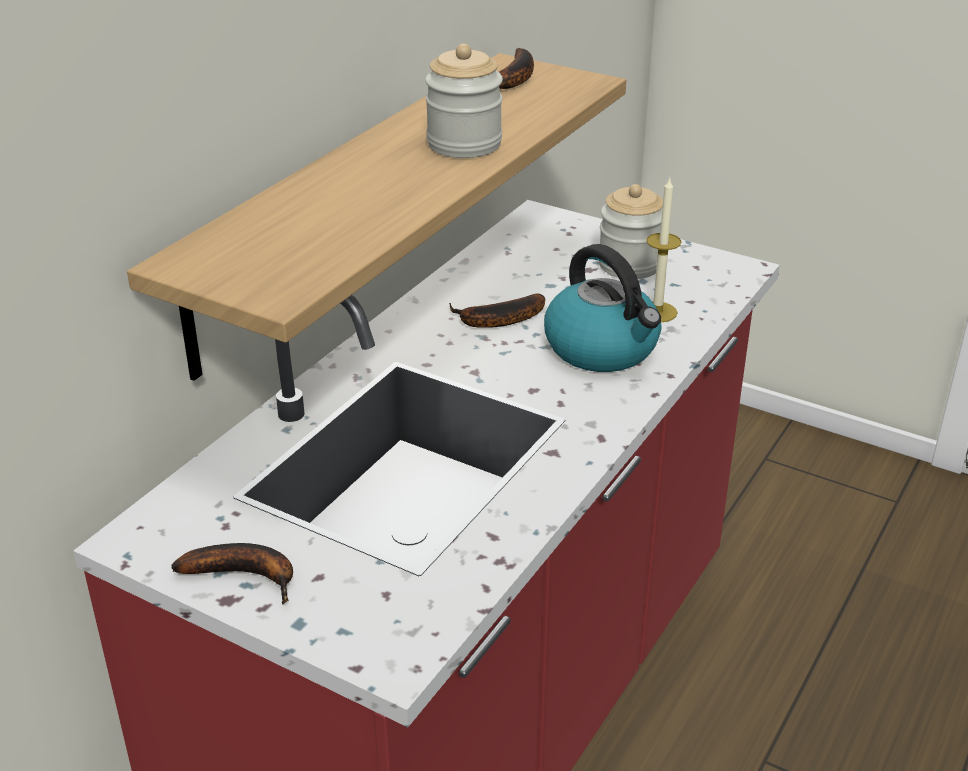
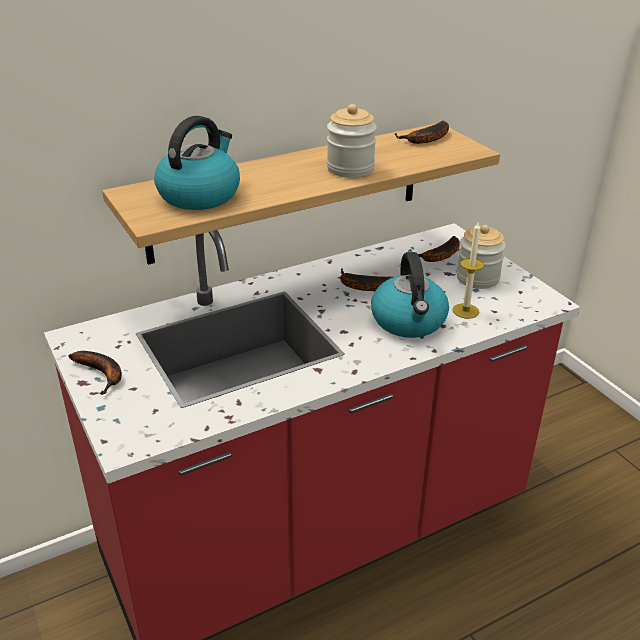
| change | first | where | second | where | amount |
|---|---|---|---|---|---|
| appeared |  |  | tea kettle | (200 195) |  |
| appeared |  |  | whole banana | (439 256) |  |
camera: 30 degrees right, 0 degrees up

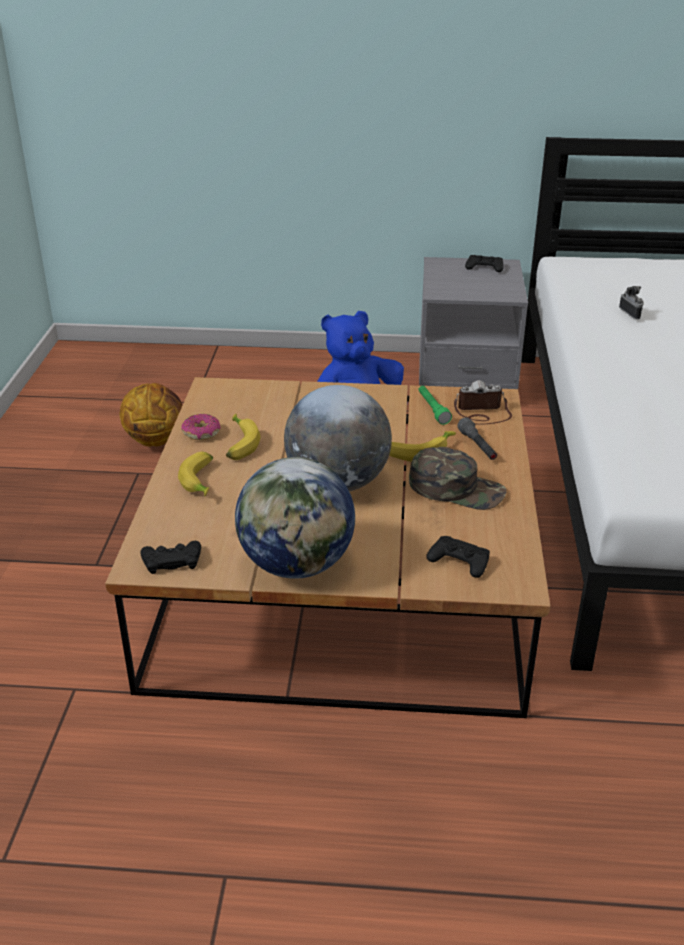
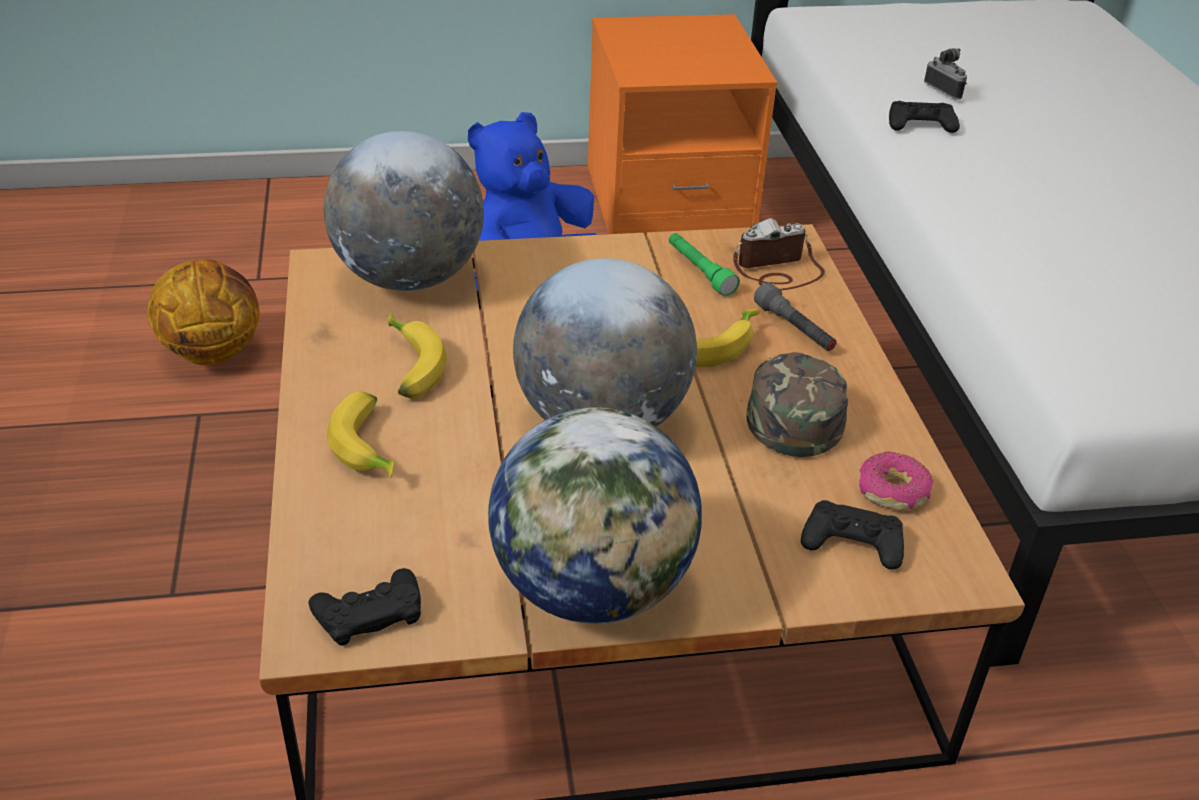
| change | first | where | second | where | amount |
|---|---|---|---|---|---|
| relocated | joypad/black | (484 268) |  | (920 124) |  |
| colour | nightstand/grey | (465 379) | nightstand/orange | (668 203) |  |
| relocated | donut | (201 433) |  | (893 491) |  |
| spun | cap/green-coloured | (456 488) |  | (793 407) | 90 degrees counterclockwise |
| appeared |  |  | globe | (408 278) |  |
camera: 15 degrees left, 5 degrees up

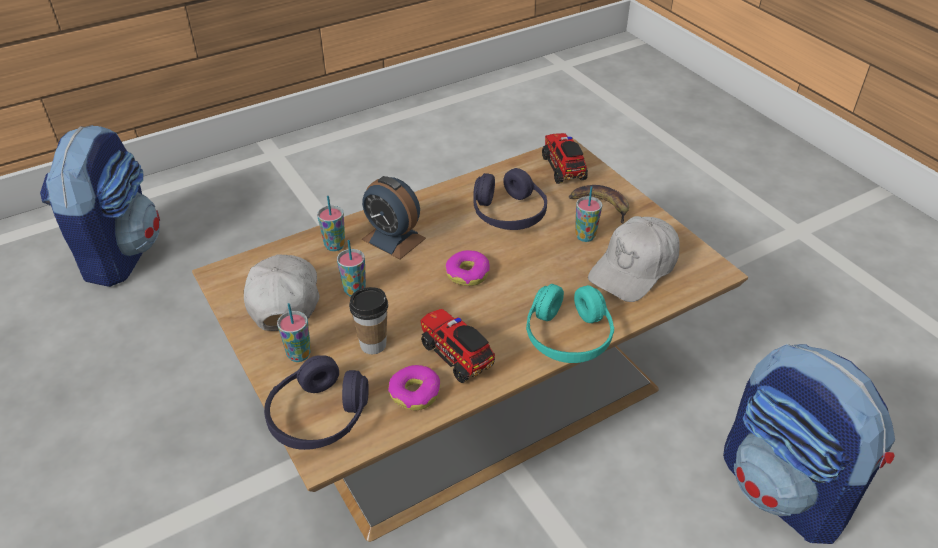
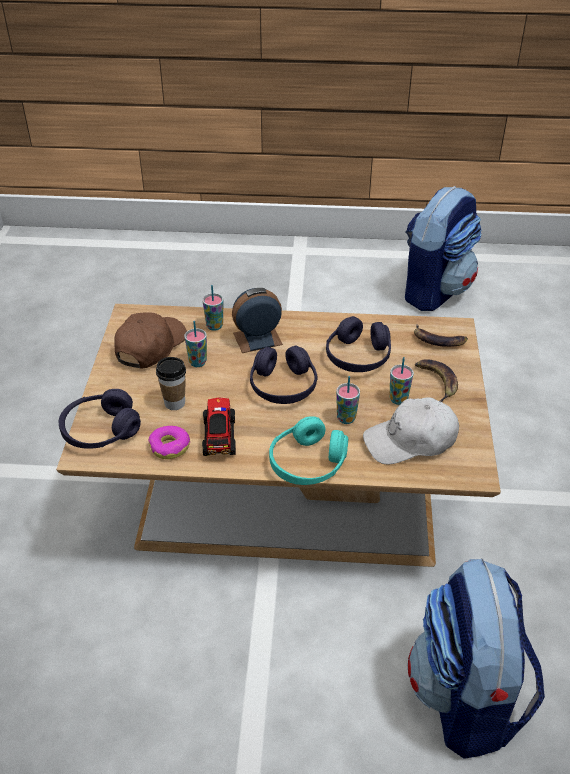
| change | first | where | second | where | amount |
|---|---|---|---|---|---|
| relocated | backpack | (119 253) |  | (434 290) |  |
| exchanged | toy truck | (563 167) | whole banana | (438 340) |  |
| spun | table clock | (393 239) |  | (257 339) | 90 degrees clockwise |
| exchanged | donut | (468 273) | pair of headphones/purple-coloured | (283 386) |  |
| colour | cap/whitish | (283 298) | cap/brown | (150 346) |  |
| relocated | drinking cup | (299 354) |  | (346 418) |  |
camera: 35 degrees right, 0 degrees up

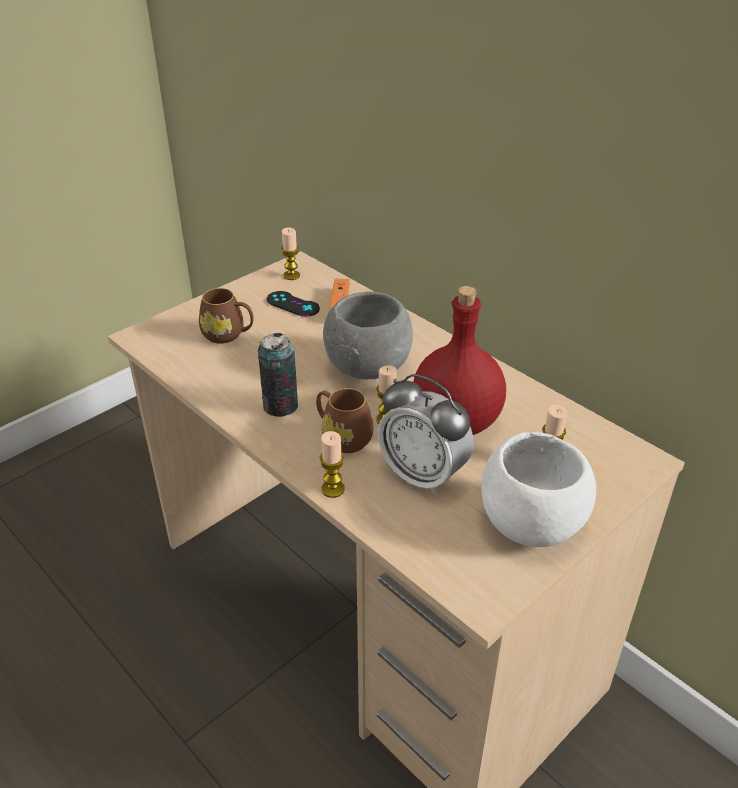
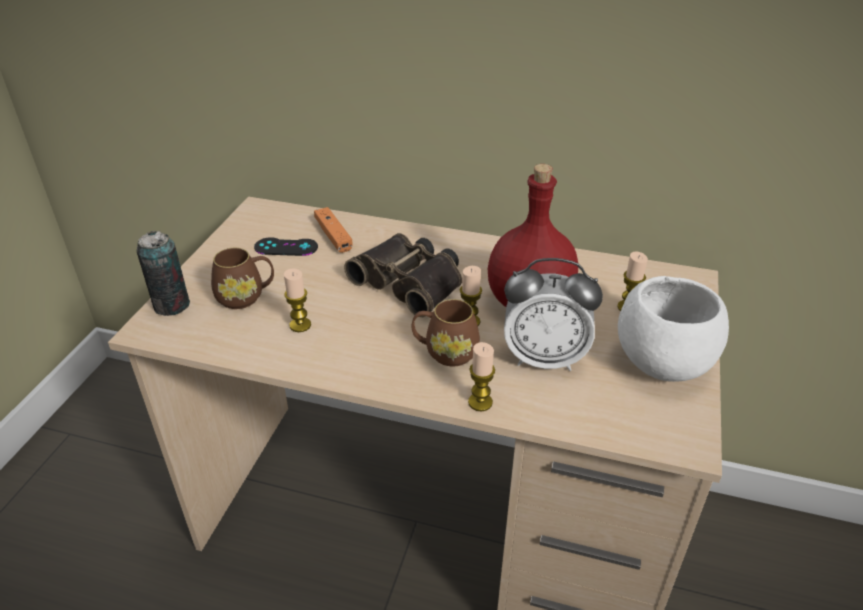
| change | first | where | second | where | amount |
|---|---|---|---|---|---|
| relocated | wax candle | (291 275) |  | (300 325) |  |
| exchanged | bowl/grey | (369 367) | field glasses | (411 281) |  |
| relocated | metal can | (280 406) |  | (172 305) |  |
camera: 30 degrees left, 0 degrees up

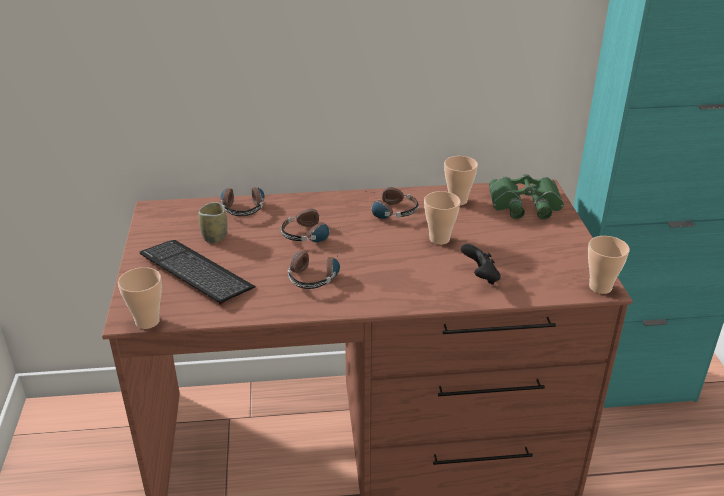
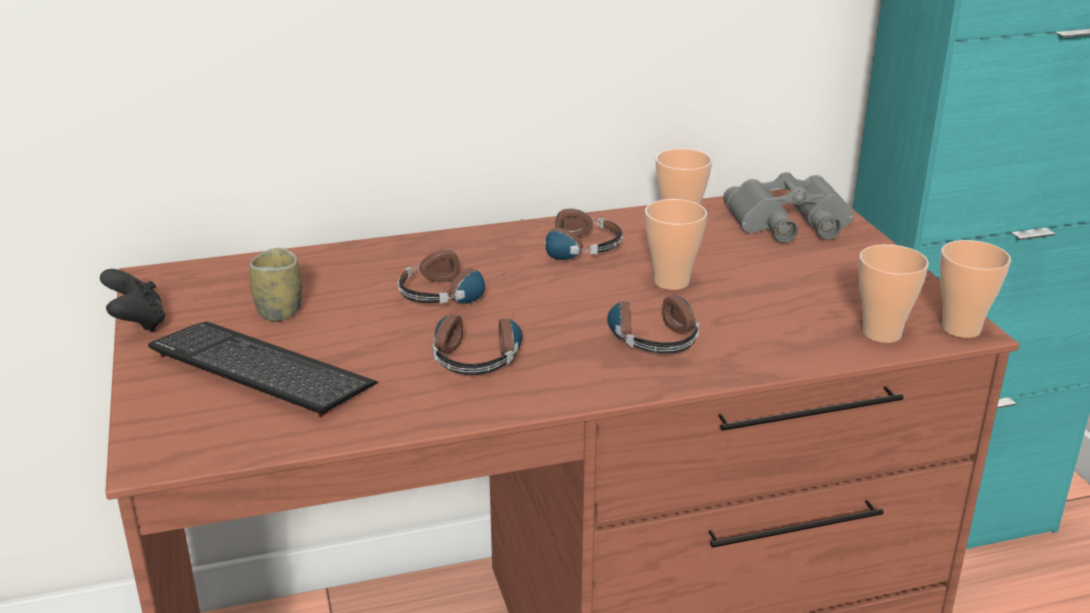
| change | first | where | second | where | amount |
|---|---|---|---|---|---|
| colour | field glasses/green-coloured | (525 204) | field glasses/grey | (790 222) |  |
| relocated | pair of headphones | (243 205) |  | (650 333) |  |
| relocated | joypad/black | (480 277) |  | (137 323) |  |
| relocated | drinking cup | (147 321) |  | (882 333) |  |
camera: 10 degrees left, 5 degrees down

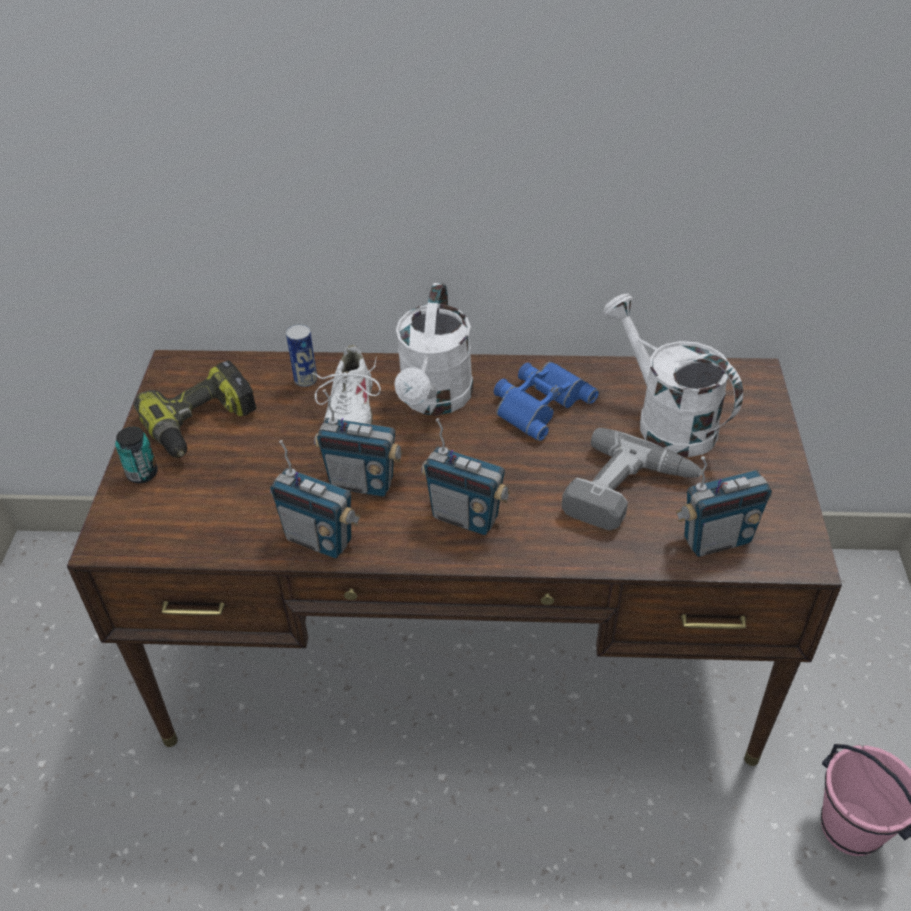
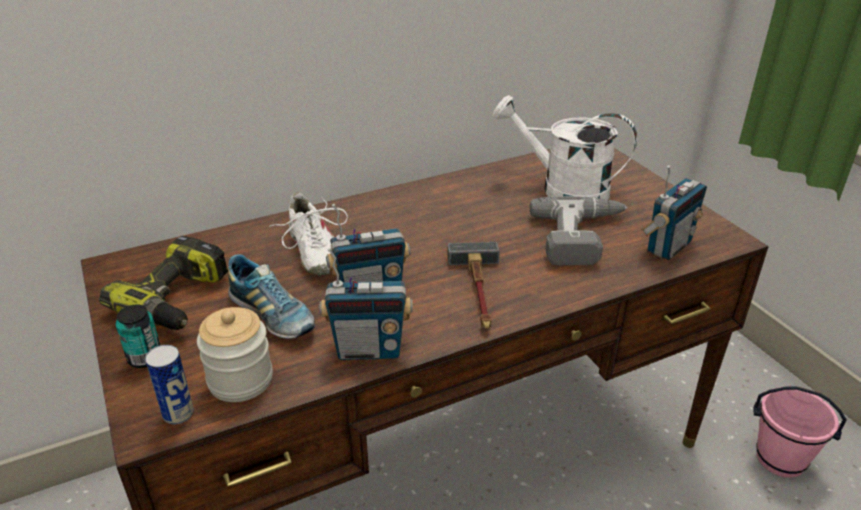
| change | first | where | second | where | amount |
|---|---|---|---|---|---|
| missing | watering pot/whitish | (434 400) |  |  |  |
| relocated | metal can | (305 380) |  | (178 414) |  |
| missing | field glasses/bluish | (539 403) |  |  |  |
| exchanged | radio | (465 517) | hammer | (478 292) |  |
| appeared |  |  | shoe | (272 315) |  |
| appeared |  |  | jar | (240 380) |  |
camera: 30 degrees left, 10 degrees down

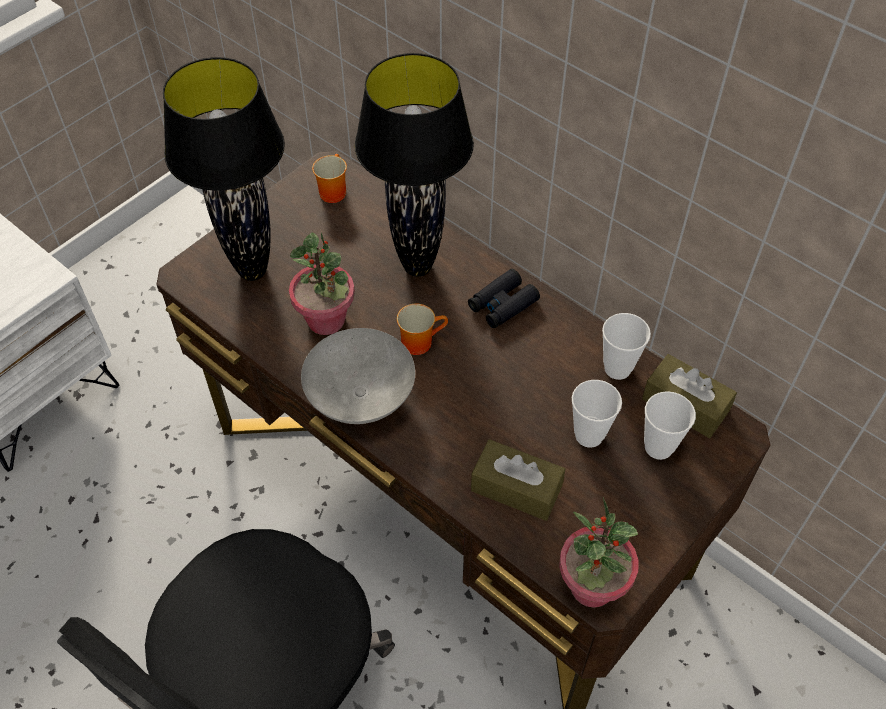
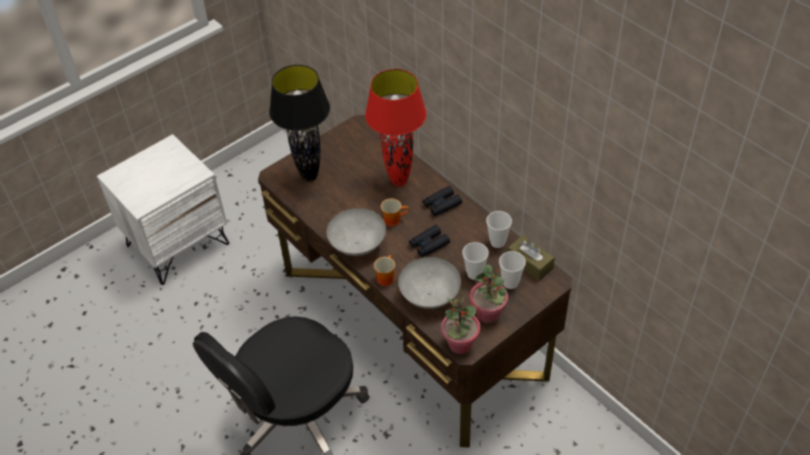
| change | first | where | second | where | amount |
|---|---|---|---|---|---|
| colour | lamp for a table/black | (418 267) | lamp for a table/red | (399 181) |  |
| relocated | coffee mug | (331 191) |  | (385 277) |  |
| relocated | potted plant | (326 320) |  | (488 314) |  |
| exchanged | tissue holder/brown | (516 488) | bowl/grey | (431 295) |  |
| appeared |  |  | field glasses/black | (429 244) |  |
camera: 10 degrees right, 5 degrees down

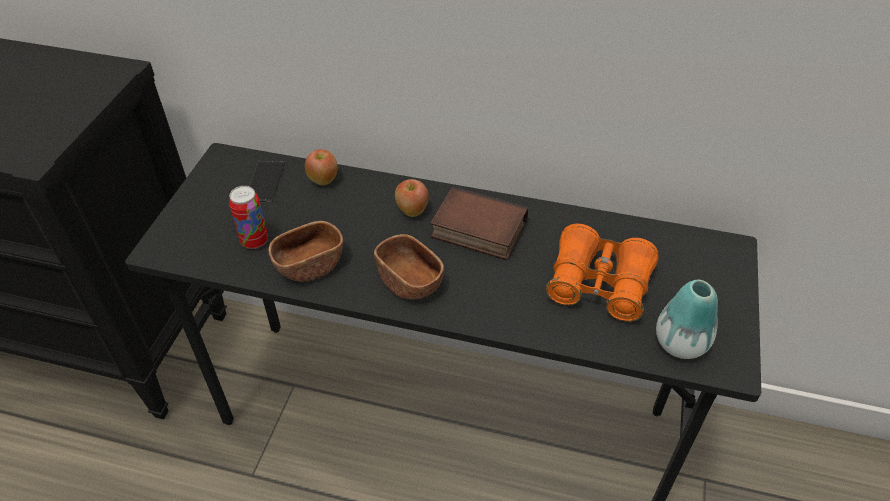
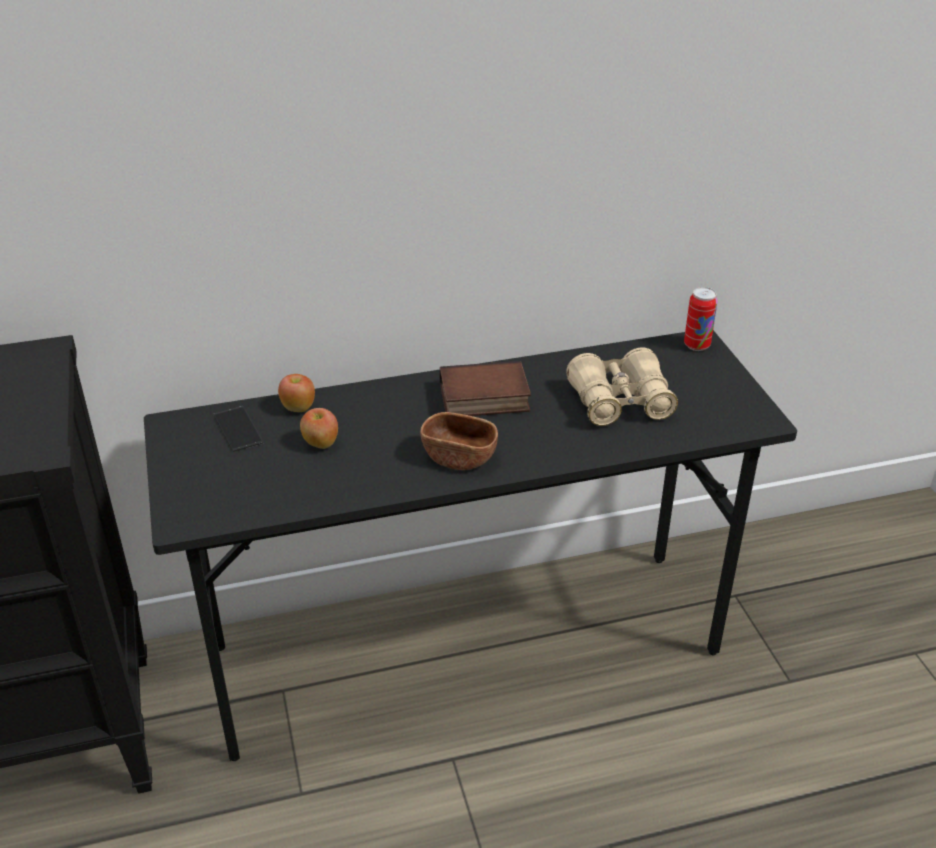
| change | first | where | second | where | amount |
|---|---|---|---|---|---|
| relocated | apple | (412 210) |  | (320 444) |  |
| relocated | metal can | (254 241) |  | (696 345) |  |
| missing | bowl/brown | (309 265) |  |  |  |
| colour | field glasses/orange | (598 284) | field glasses/sand-coloured | (620 402) |  |
| missing | vase | (680 343) |  |  |  |
camera: 30 degrees left, 10 degrees down

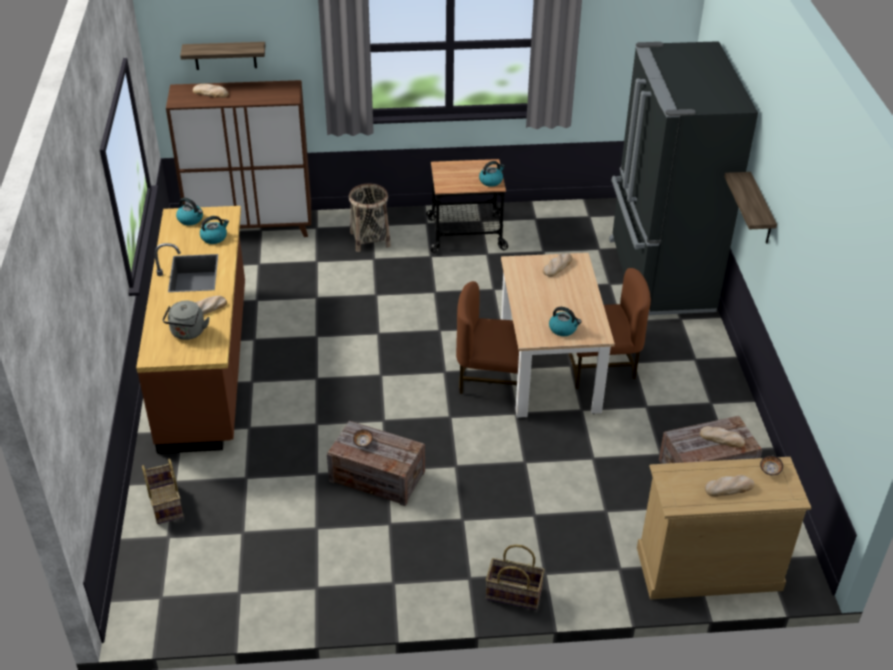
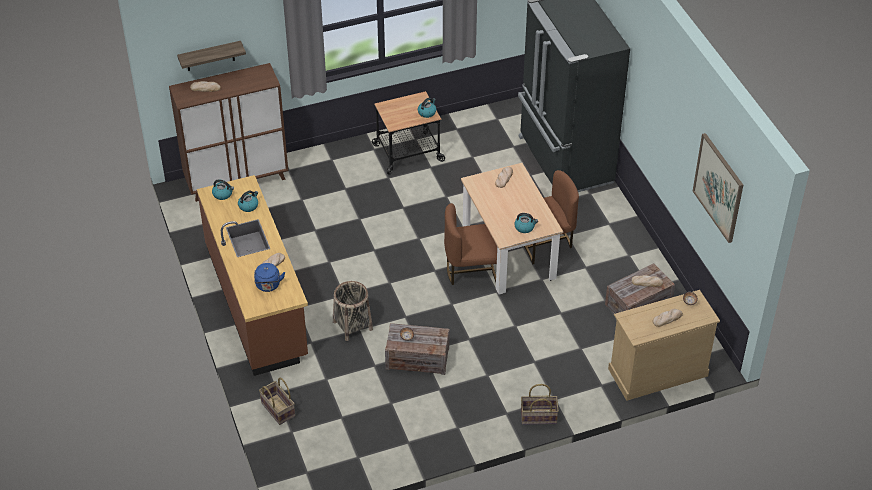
| change | first | where | second | where | amount |
|---|---|---|---|---|---|
| missing | wall shelf | (760 210) |  |  |  |
| relocated | basket | (370 239) |  | (353 325) |  |
| colour | tea kettle/grey | (187 333) | tea kettle/bluish | (268 286) |  |
| appeared |  |  | wall art | (718 187) |  |
camera: 15 degrees left, 5 degrees up

